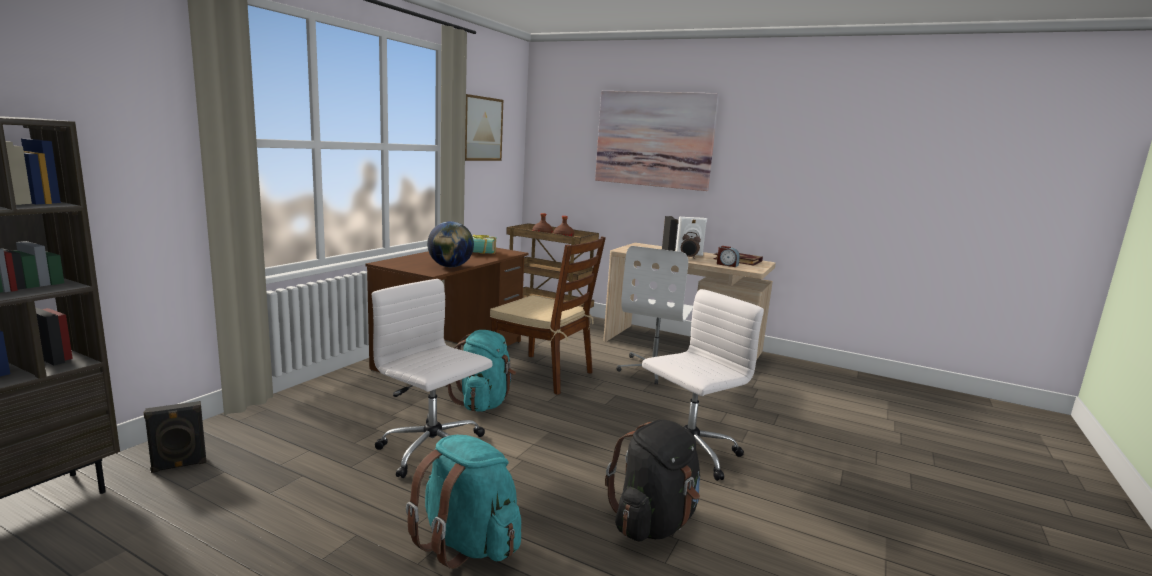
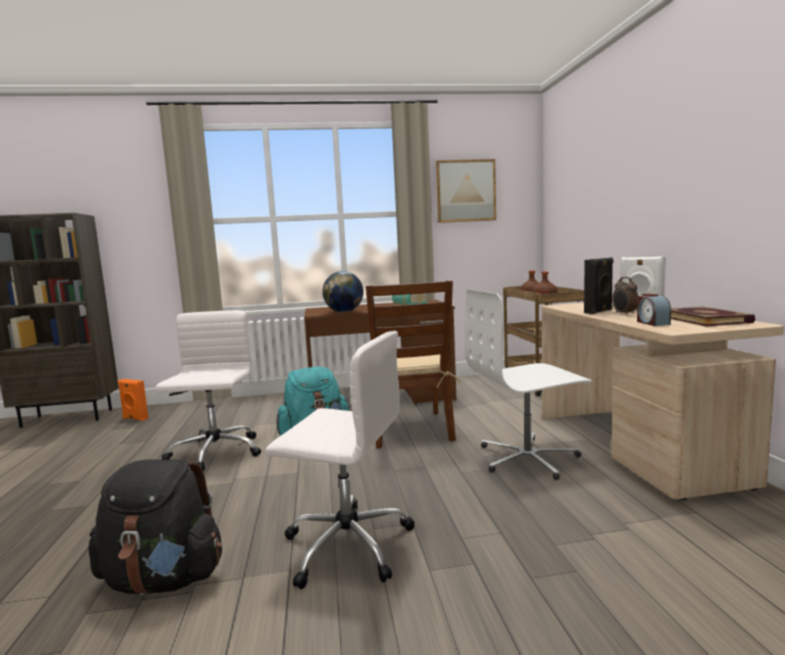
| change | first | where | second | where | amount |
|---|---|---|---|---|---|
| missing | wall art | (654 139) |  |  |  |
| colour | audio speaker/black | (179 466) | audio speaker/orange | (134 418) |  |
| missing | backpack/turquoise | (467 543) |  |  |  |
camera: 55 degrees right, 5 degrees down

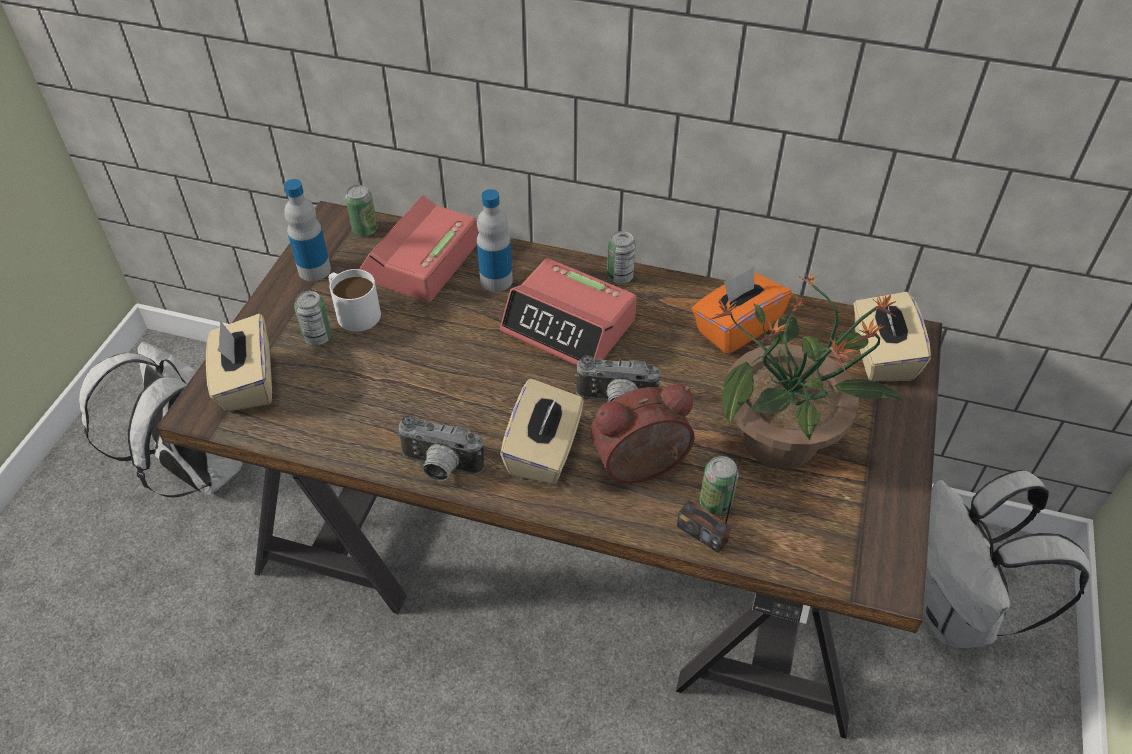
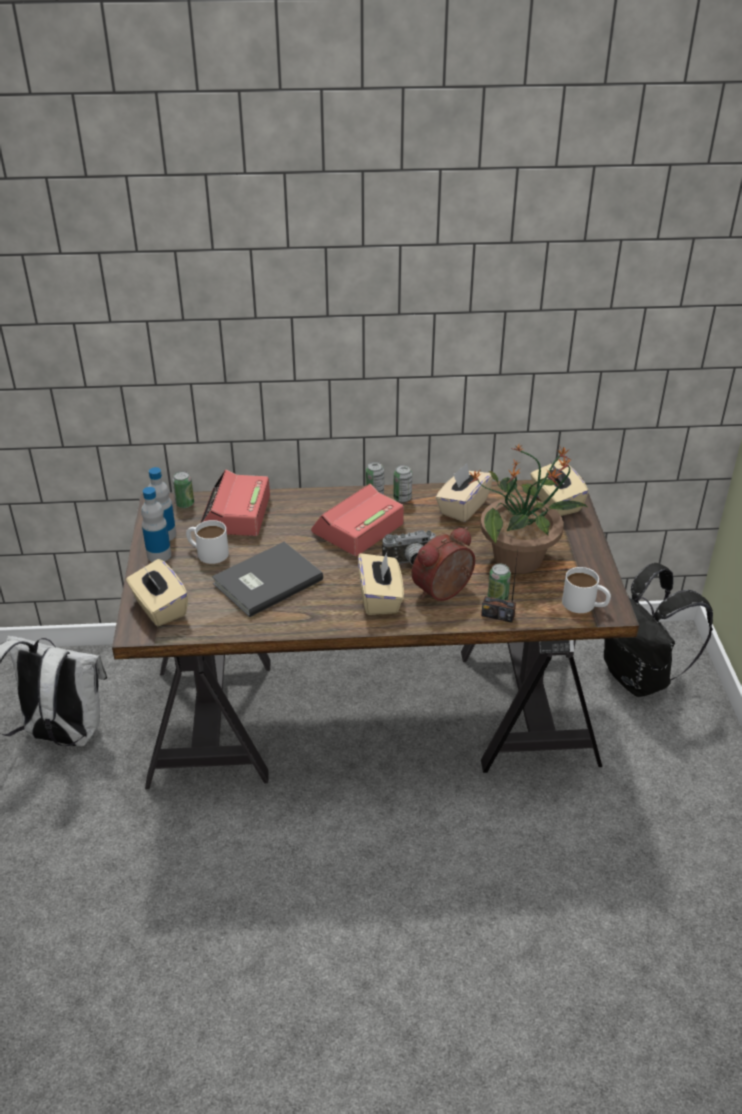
| change | first | where | second | where | amount |
|---|---|---|---|---|---|
| relocated | bottle | (496 280) |  | (159 555) |  |
| spun | table clock | (569 326) |  | (357 529) | 120 degrees clockwise |
| colour | tissue holder/orange | (736 328) | tissue holder/sand-coloured | (462 507) |  |
| relocated | metal can | (317 337) |  | (402 498) |  |
| missing | still camera | (439 468) |  |  |  |
| colour | backpack/whitish | (955 611) | backpack/black | (639 677) |  |
| appeared |  |  | bound book/grey | (265 581) |  |
| appeared |  |  | coffee mug/whitish | (585 604) |  |
camera: 20 degrees left, 10 degrees down

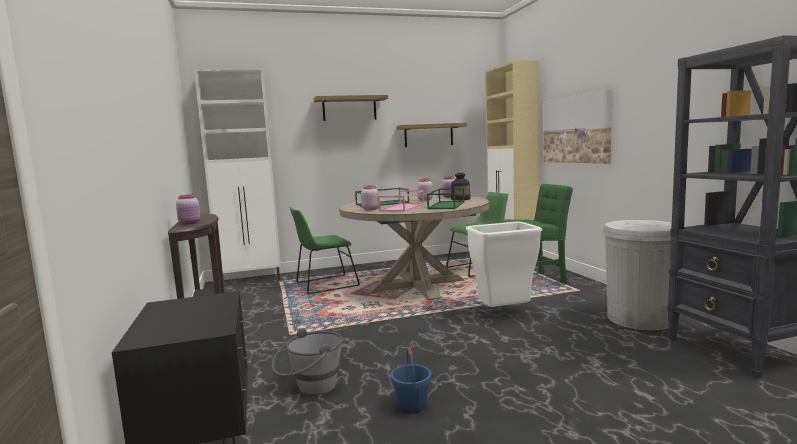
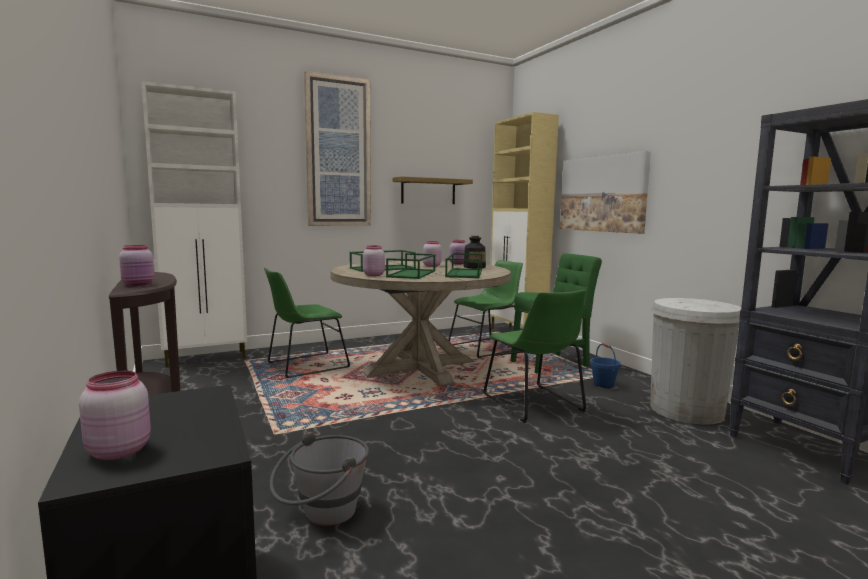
| change | first | where | second | where | amount |
|---|---|---|---|---|---|
| exchanged | wall shelf | (349 108) | wall art | (338 152) |  |
| colour | serving tray/pinkish | (402 207) | serving tray/green-coloured | (412 274) |  |
| exchanged | waste bin/whitish | (503 314) | plain chair/green-coloured | (535 404) |  |
| relocated | bucket/bluish | (412 406) |  | (604 384) |  |
| appeared |  |  | jar/pinkish | (118 450) |  |
camera: 10 degrees left, 0 degrees up

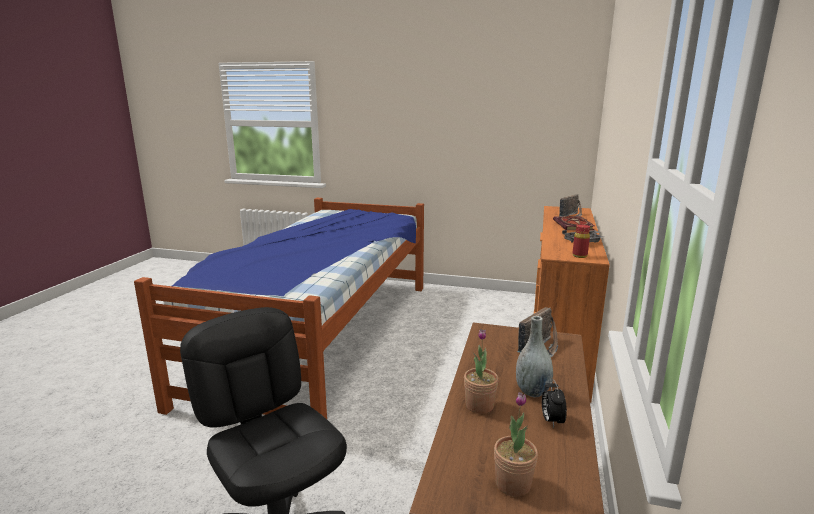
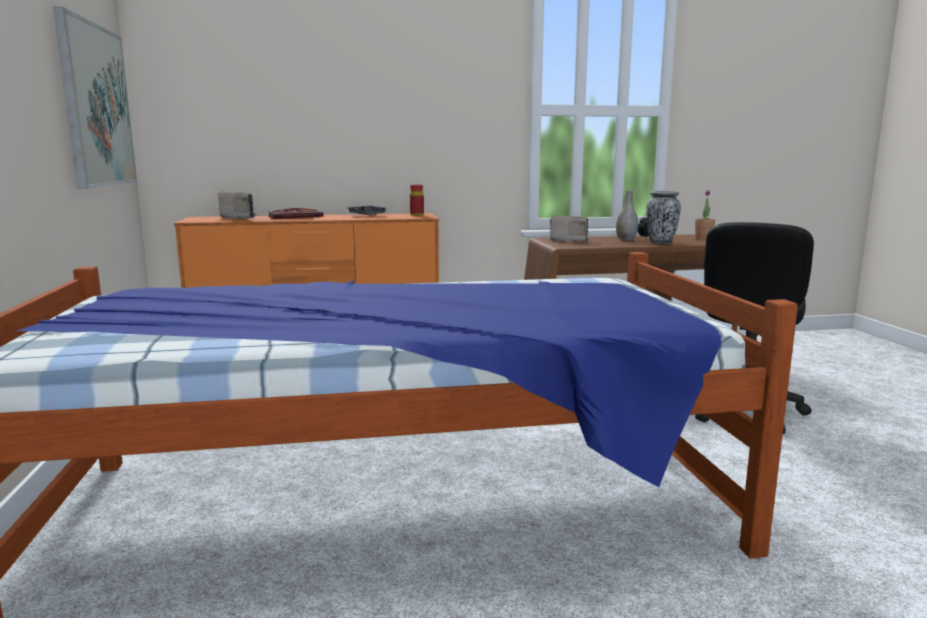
| change | first | where | second | where | amount |
|---|---|---|---|---|---|
| exchanged | potted plant | (479 406) | vase | (661 243) |  |
| appeared |  |  | wall art | (96 106) |  |
camera: 115 degrees left, 5 degrees down

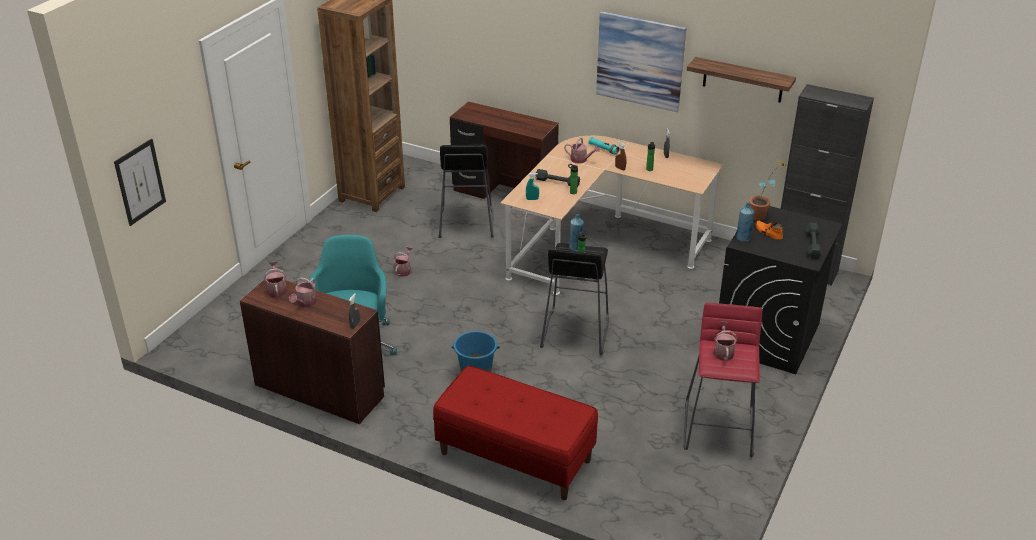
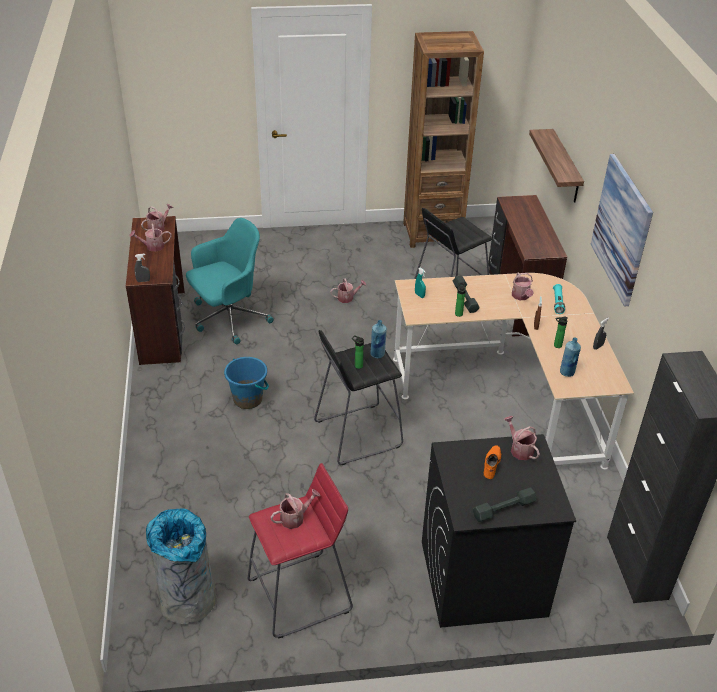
| change | first | where | second | where | amount |
|---|---|---|---|---|---|
| relocated | wall shelf | (743 80) |  | (565 167) |  |
| missing | wall art | (140 182) |  |  |  |
| exchanged | potted plant | (762 216) | watering pot | (519 449) |  |
| relocated | bottle/bluish | (743 238) |  | (567 372) |  |
| missing | indoor bench/red | (515 457) |  |  |  |
| appeared |  |  | waste bin/grey | (187 600) |  |
camera: 55 degrees right, 5 degrees up

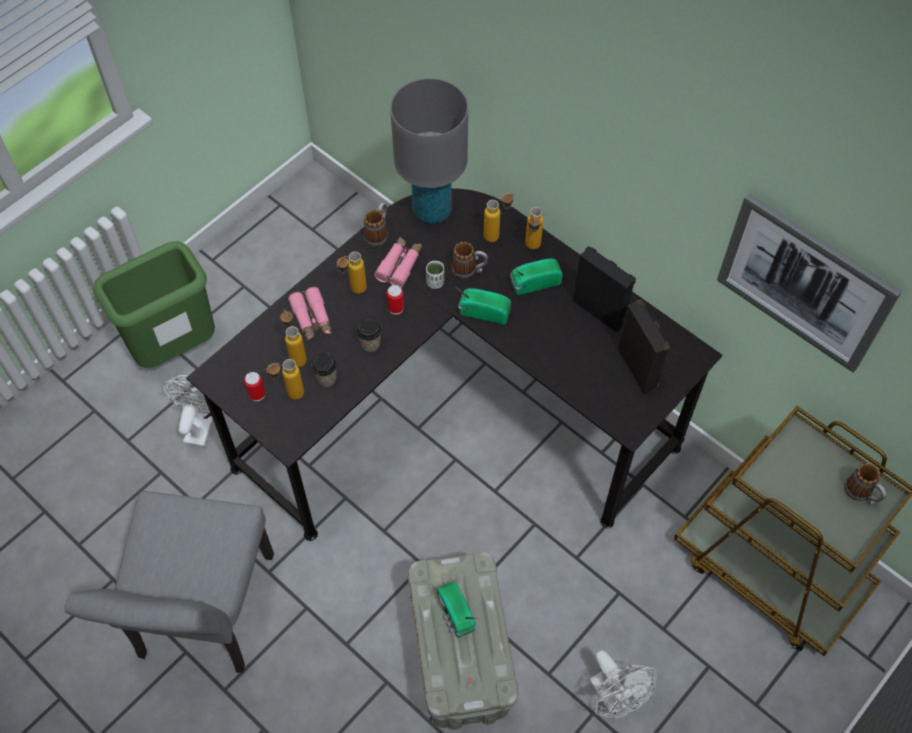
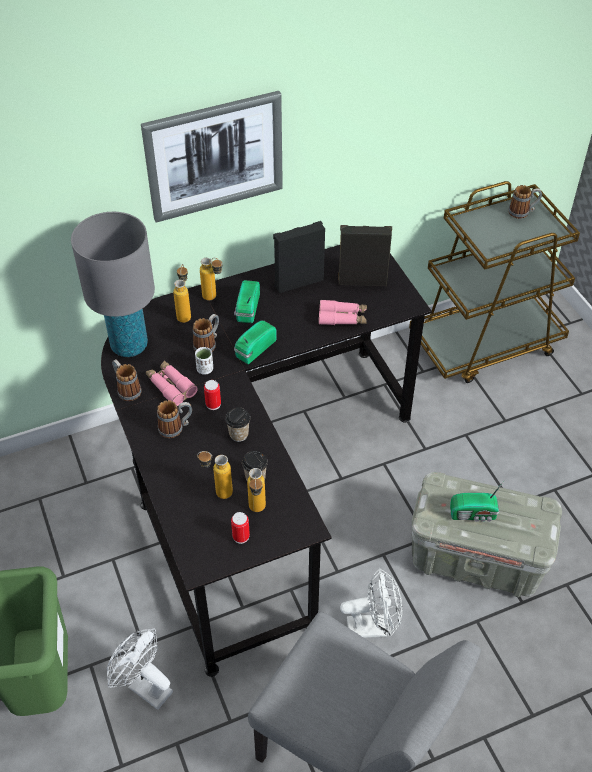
| change | first | where | second | where | amount |
|---|---|---|---|---|---|
| relocated | wall art | (804 282) |  | (214 156) |  |
| exchanged | bottle | (353 291) | coffee mug | (176 428) |  |
| relocated | field glasses/pinkish | (312 318) |  | (342 318) |  |
| relocated | fan/whitish | (614 698) |  | (373 626) |  |
camera: 65 degrees left, 10 degrees down

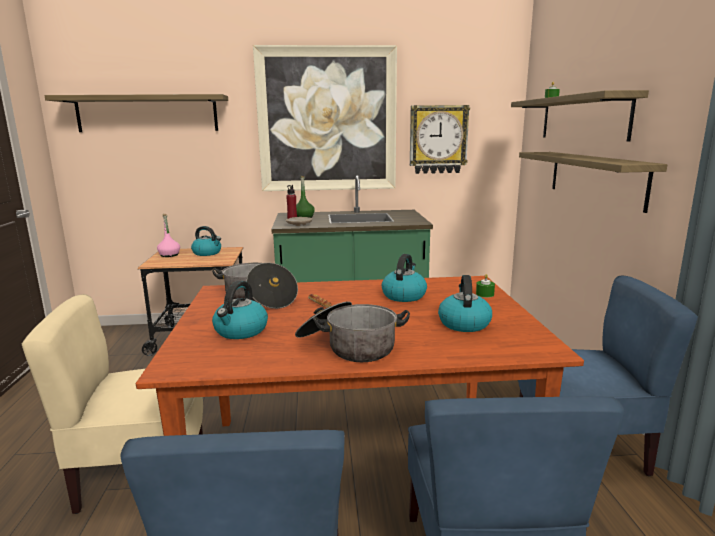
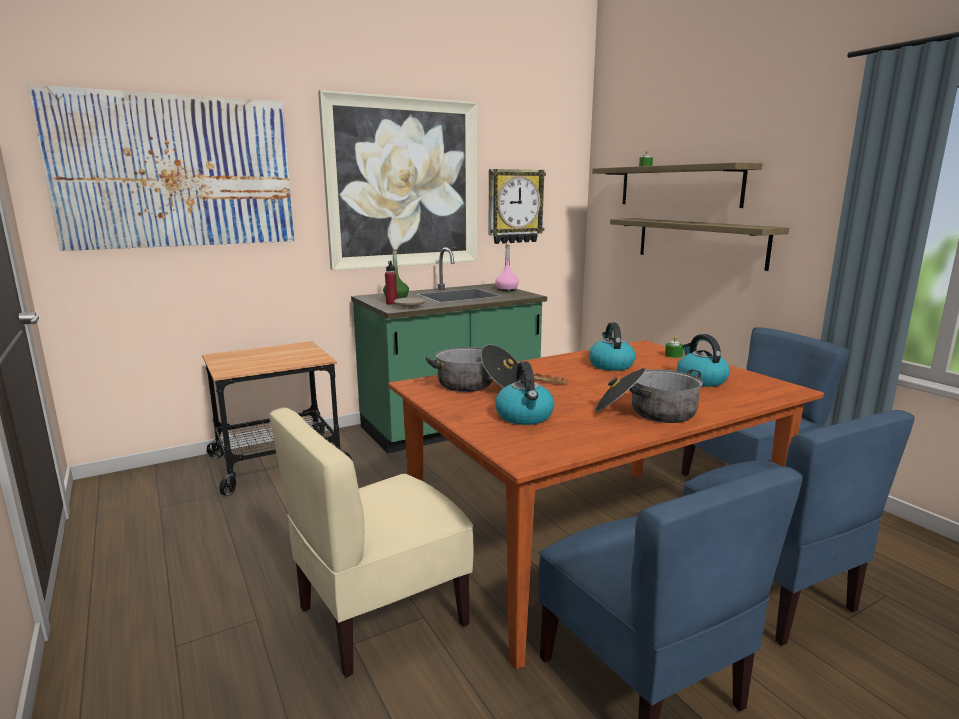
| change | first | where | second | where | amount |
|---|---|---|---|---|---|
| exchanged | wall shelf | (147 114) | wall art | (176 172) |  |
| relocated | bottle/pinkish | (169 255) |  | (507 290) |  |
| missing | tea kettle | (207 253) |  |  |  |
camera: 25 degrees left, 0 degrees up

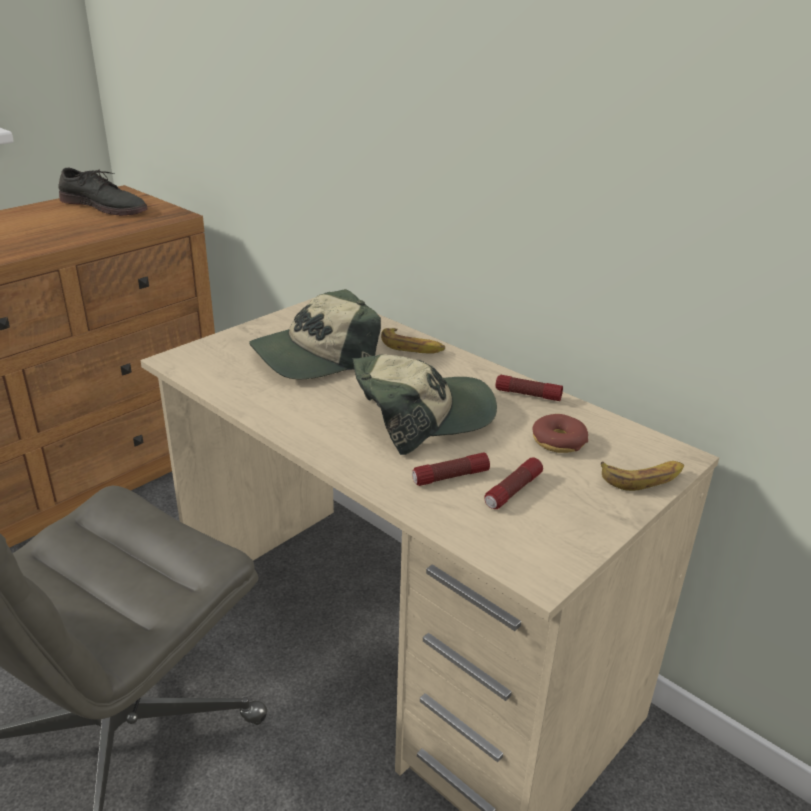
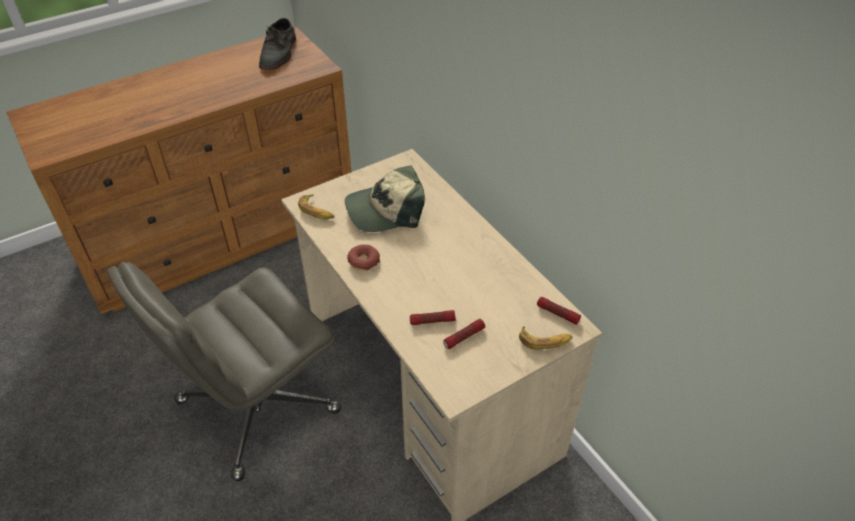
| change | first | where | second | where | amount |
|---|---|---|---|---|---|
| spun | shoe/grey | (104 206) |  | (279 53) | 60 degrees clockwise |
| relocated | whole banana | (412 347) |  | (317 211) |  |
| missing | cap | (422 416) |  |  |  |
| relocated | torch | (528 395) |  | (557 314) |  |
| relocated | donut | (558 441) |  | (363 261) |  |
camera: 15 degrees right, 15 degrees up

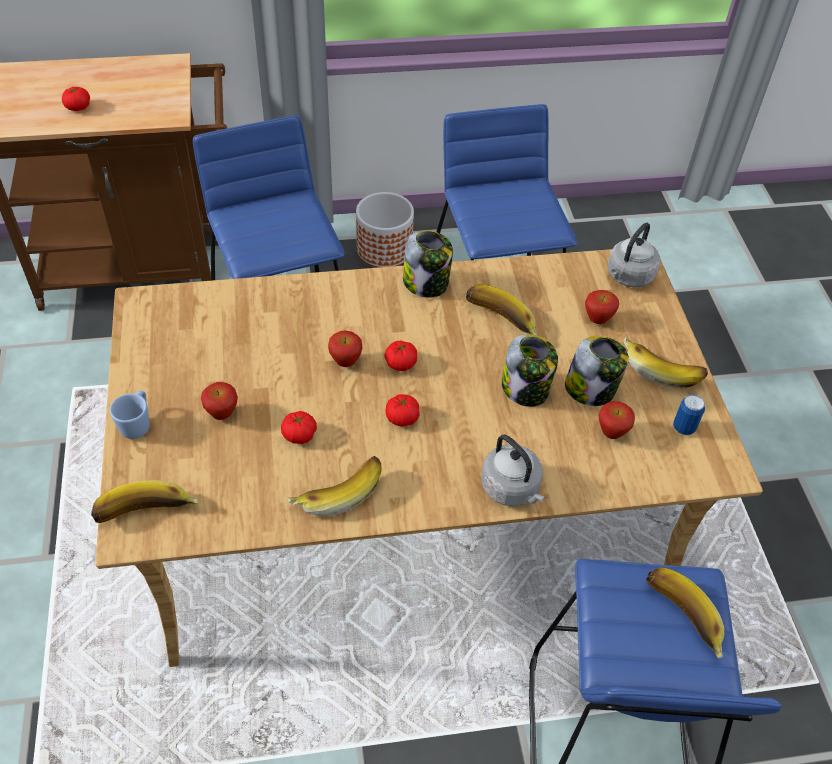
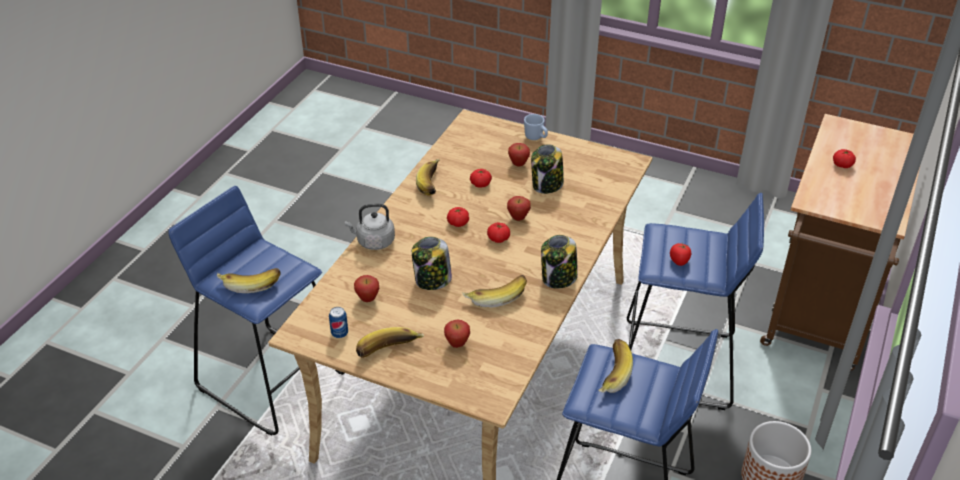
| change | first | where | second | where | amount |
|---|---|---|---|---|---|
| missing | tea kettle/grey | (628 277) |  |  |  |
| relocated | jar | (591 389) |  | (547 185) |  |
| relocated | whole banana | (146 516) |  | (610 373) |  |
| appeared |  |  | tomato | (679 261) |  |
camera: 125 degrees right, 10 degrees down

